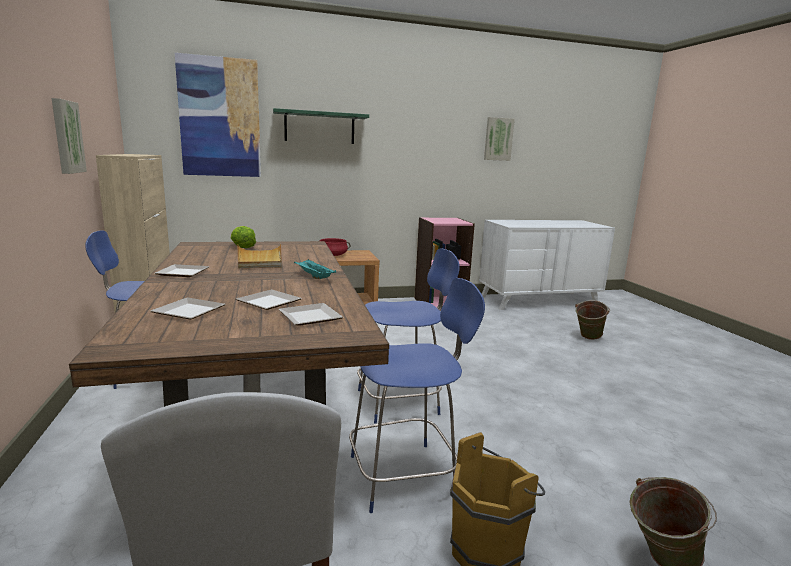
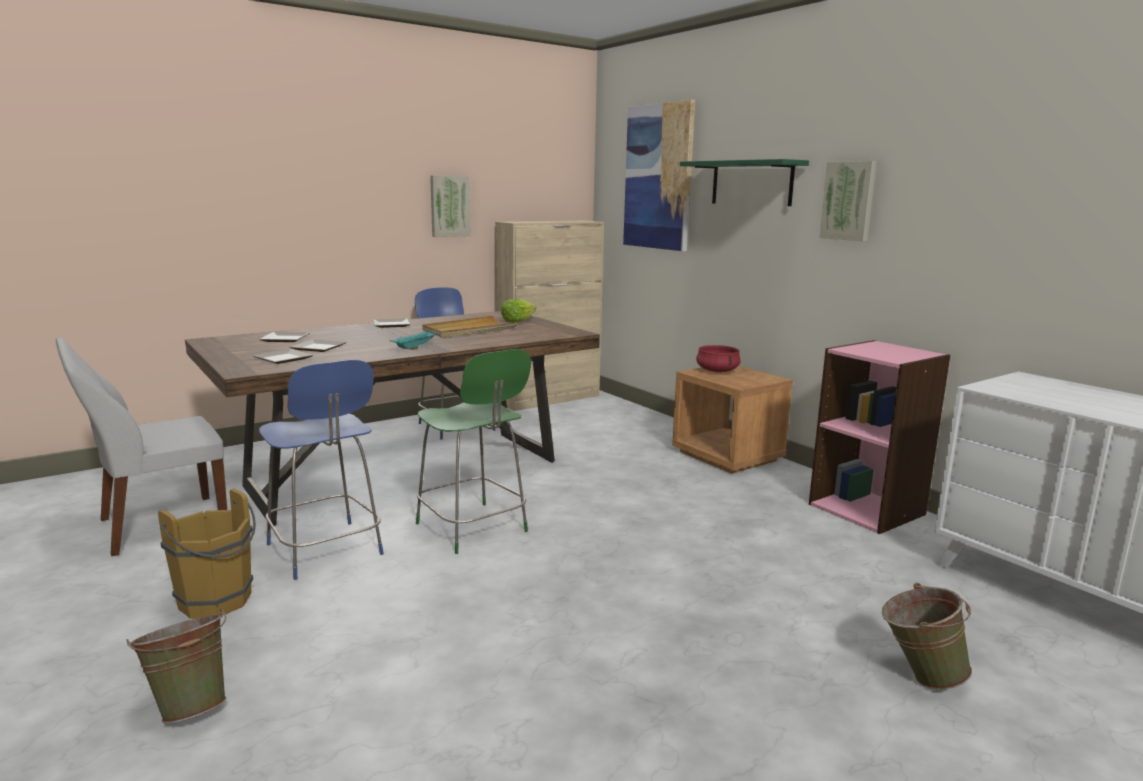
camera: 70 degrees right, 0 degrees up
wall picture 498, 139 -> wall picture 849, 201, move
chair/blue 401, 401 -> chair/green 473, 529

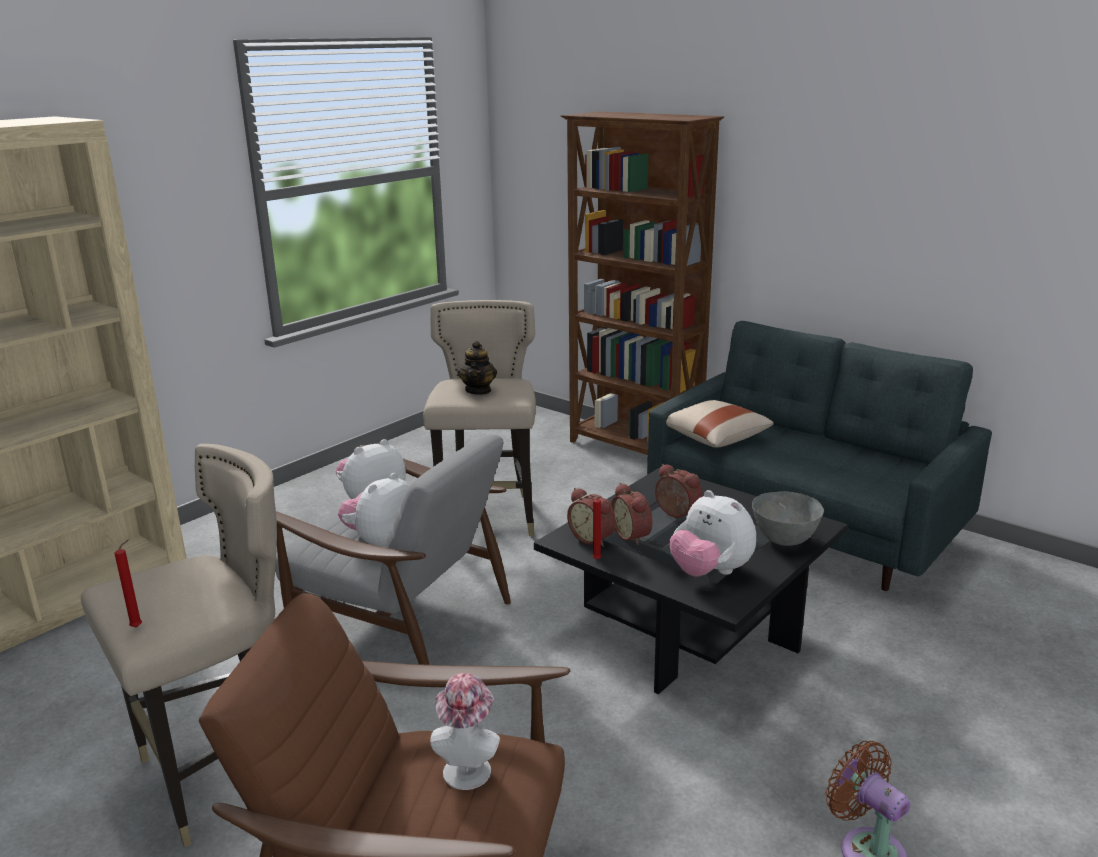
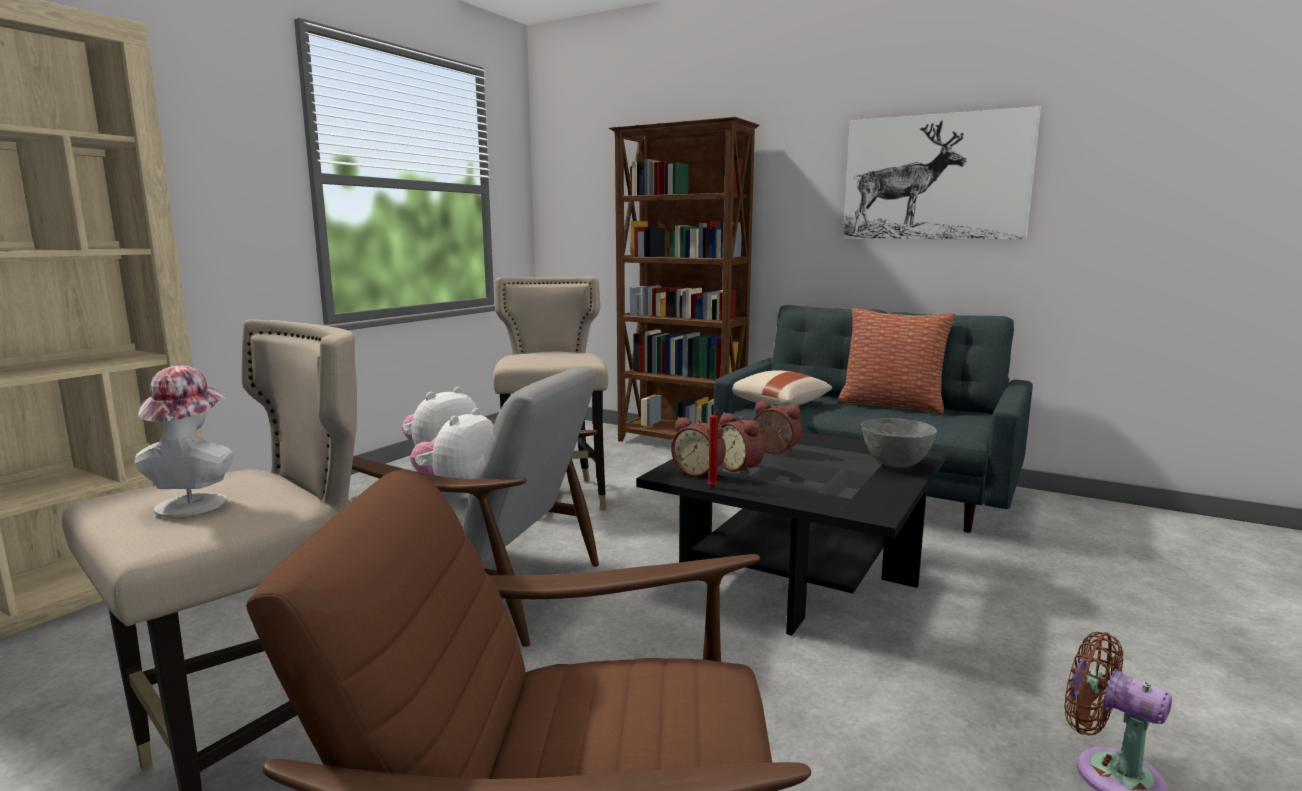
camera: 10 degrees left, 10 degrees down
wax light/red-coloured 138, 626 -> none
tea pot 478, 390 -> none
cuddly toy 710, 572 -> none
none -> throw pillow 892, 405
none -> wall picture 935, 177
wearable hat 468, 767 -> wearable hat 195, 502, move

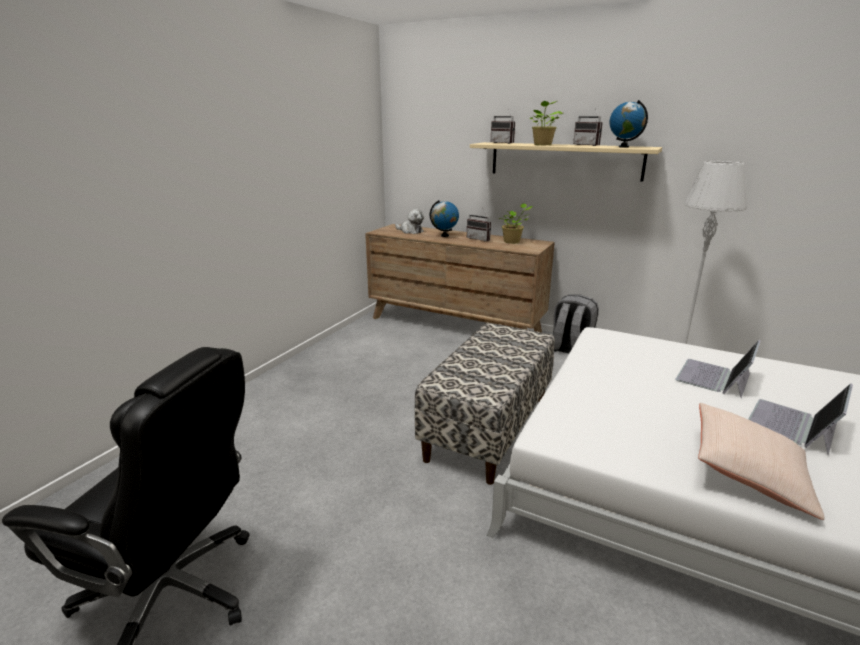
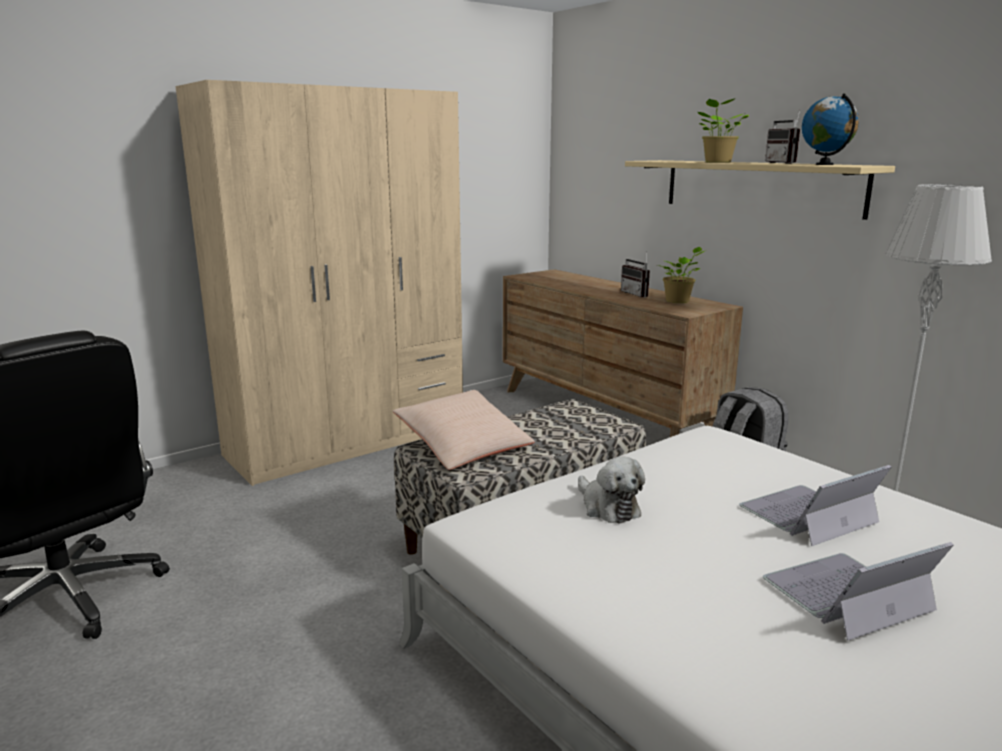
camera: 25 degrees right, 5 degrees down
globe 444, 235 -> none
radio 504, 143 -> none
none -> clothes cupboard/beige-coloured 348, 441
cuddly toy 410, 231 -> cuddly toy 608, 507, move
throw pillow/beige-coloured 748, 472 -> throw pillow/beige-coloured 463, 446, move

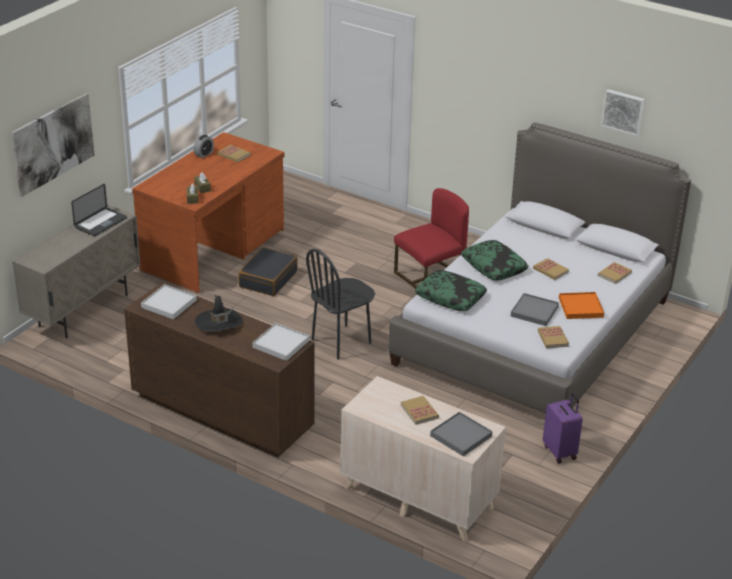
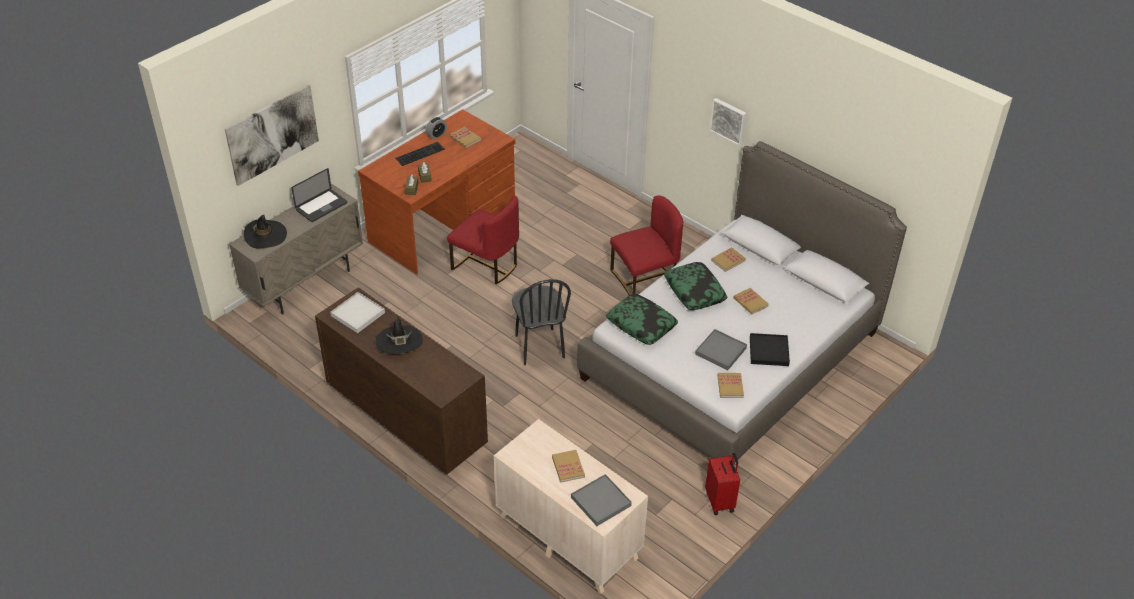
camera: 10 degrees right, 10 degrees up
tray/white 281, 344 -> none
none -> wearable hat/black-coloured 265, 235
none -> keyboard 420, 153
book 614, 274 -> book 728, 260, move
wall picture 623, 111 -> wall picture 729, 121, move
suitcase/black-coloured 268, 279 -> chair/red-coloured 486, 265
suitcase/purple 560, 452 -> suitcase/red-coloured 720, 501
tray/orange-coloured 580, 307 -> tray/black-coloured 768, 351
chair/black-coloured 341, 341 -> chair/black-coloured 539, 346, 75 degrees counterclockwise

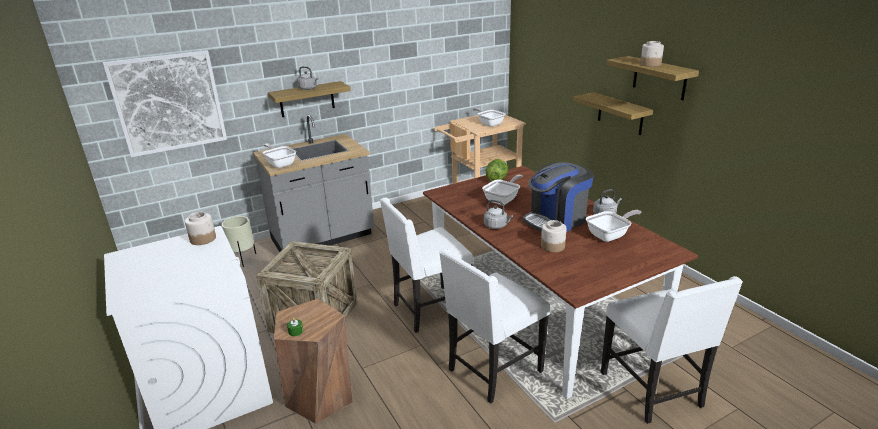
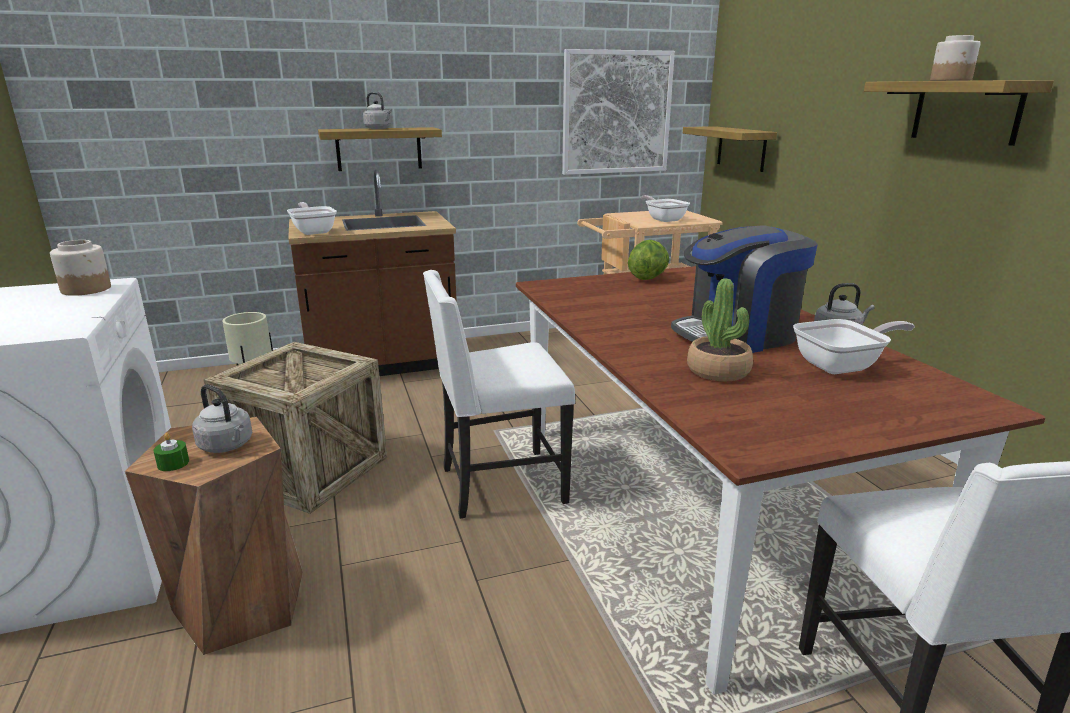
camera: 10 degrees right, 5 degrees down
chair/white 493, 371 -> none
frying pan 503, 200 -> none
wall picture 169, 103 -> wall picture 616, 113, move
kettle/grey 496, 226 -> kettle/grey 227, 446, move
wall shelf 620, 114 -> wall shelf 741, 148, move
storage jar 553, 246 -> houseplant 718, 371
counter/grey 323, 238 -> counter/brownish 382, 365

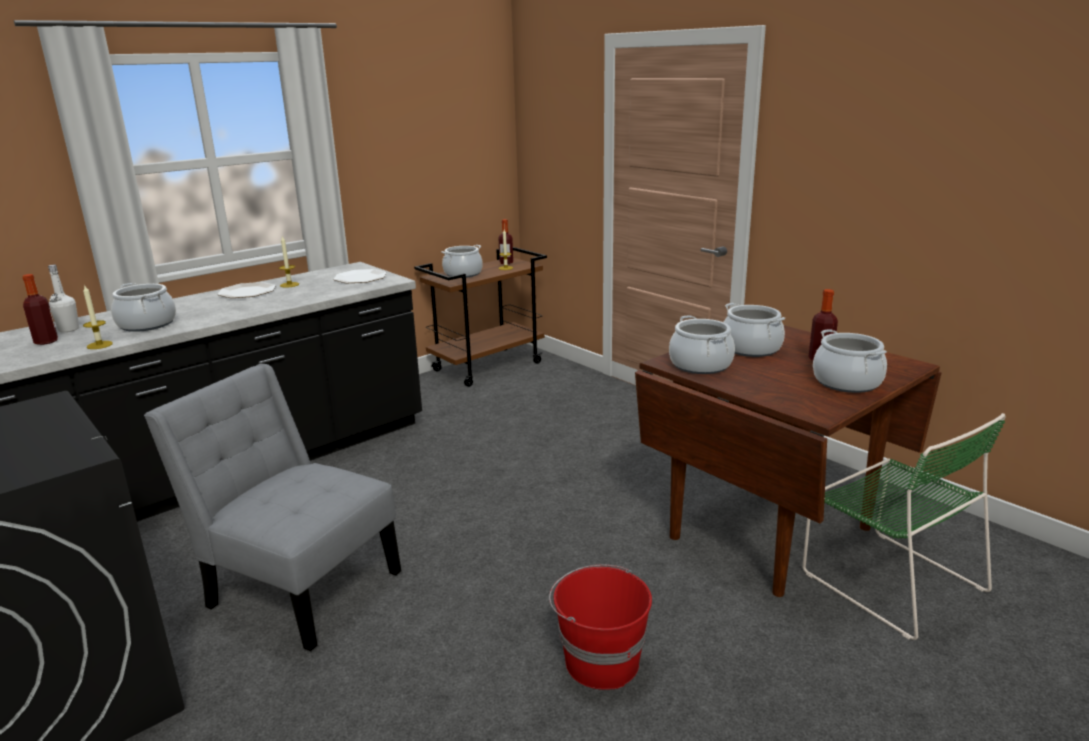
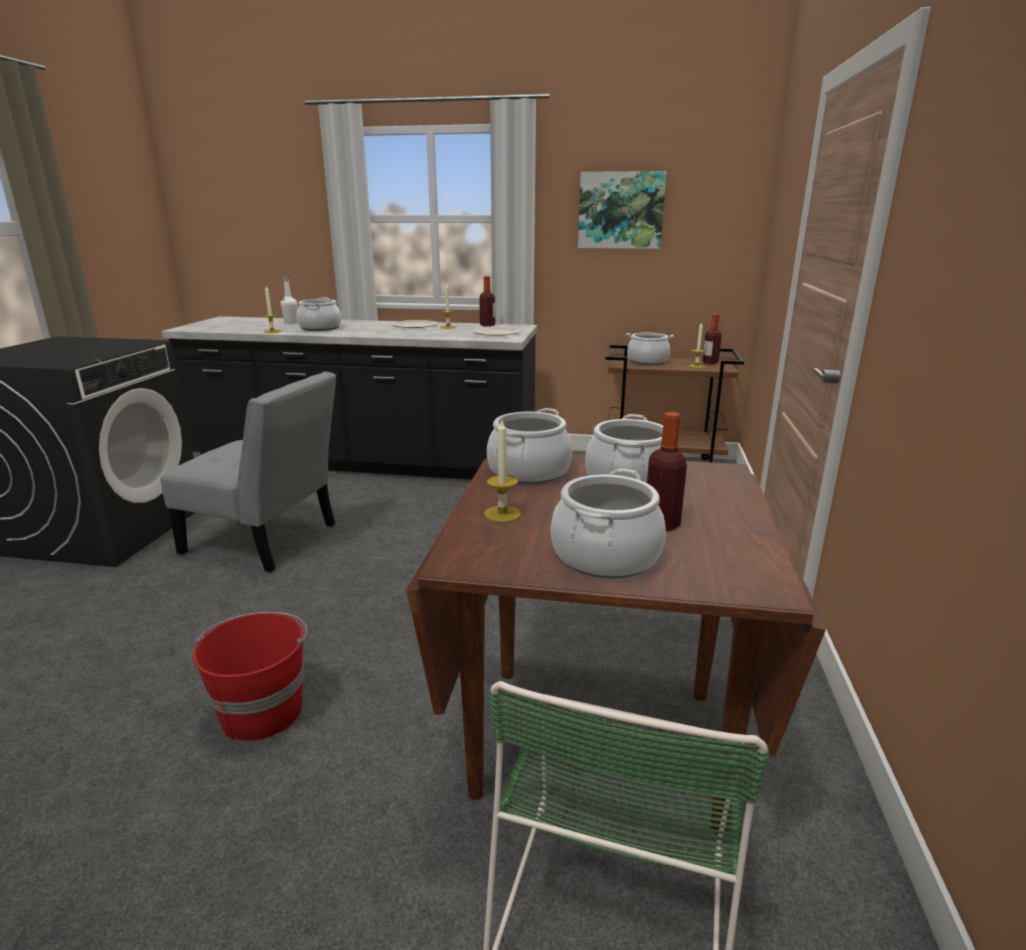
camera: 50 degrees right, 0 degrees up
none -> wax light 502, 514
none -> wall picture 621, 210
drink bottle 46, 341 -> drink bottle 487, 325, move
chair/grey 298, 585 -> chair/grey 267, 541, 120 degrees clockwise

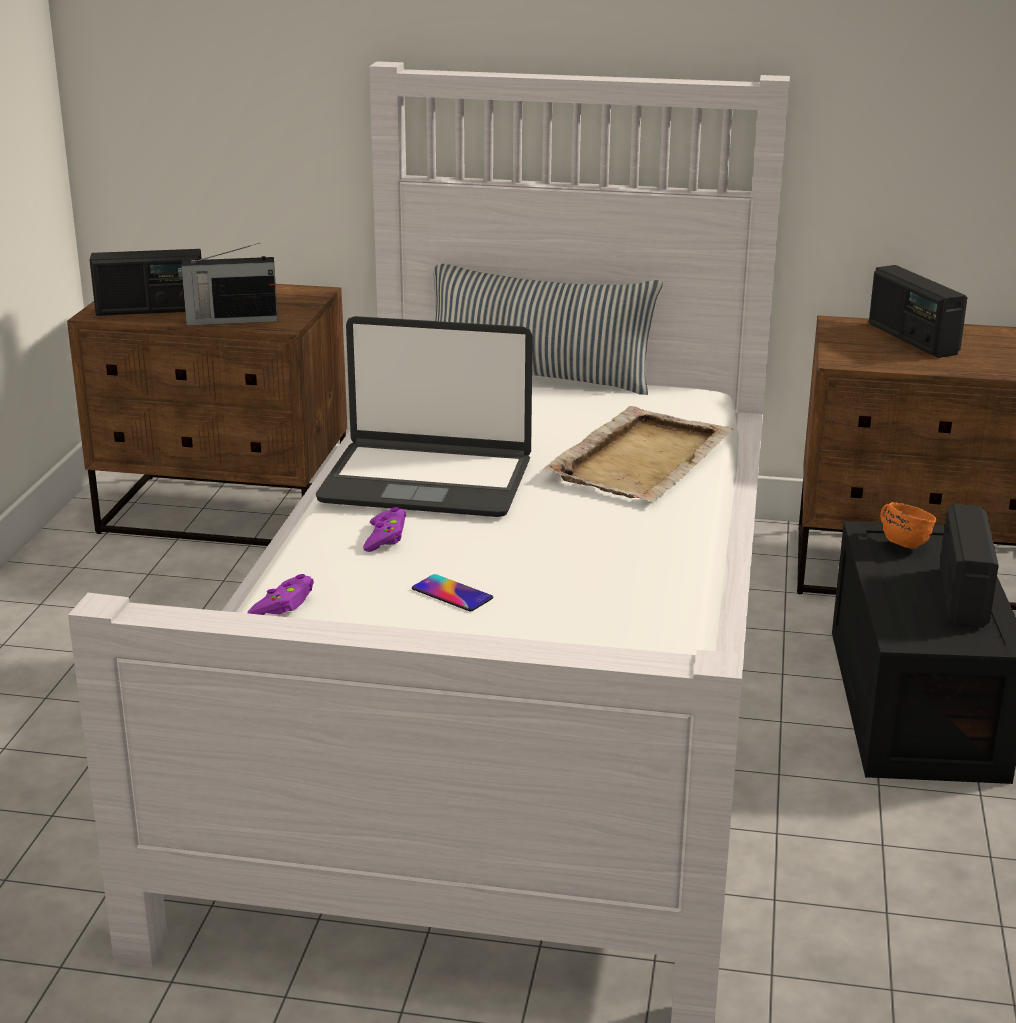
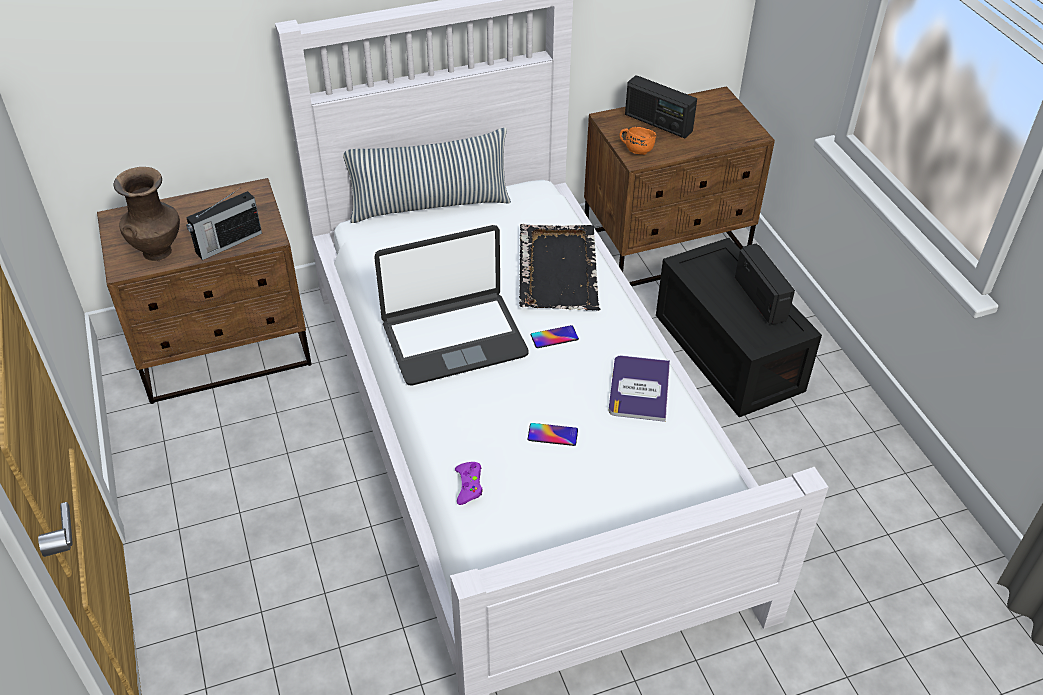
camera: 30 degrees left, 20 degrees up
joypad/purple 385, 537 -> none
none -> handset 554, 337
none -> book 639, 389
coffee mug/orange-coloured 902, 541 -> coffee mug/orange-coloured 636, 149, move
radio 151, 310 -> decorative vase/brownish 158, 250
tray/beige-coloured 641, 459 -> tray/black-coloured 558, 269

